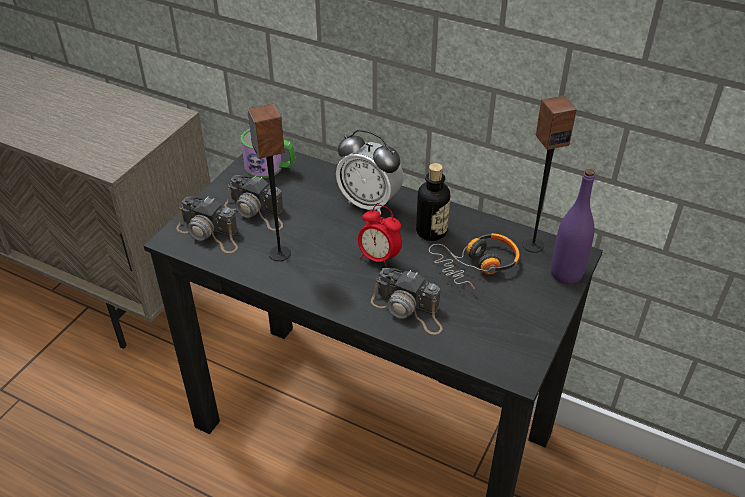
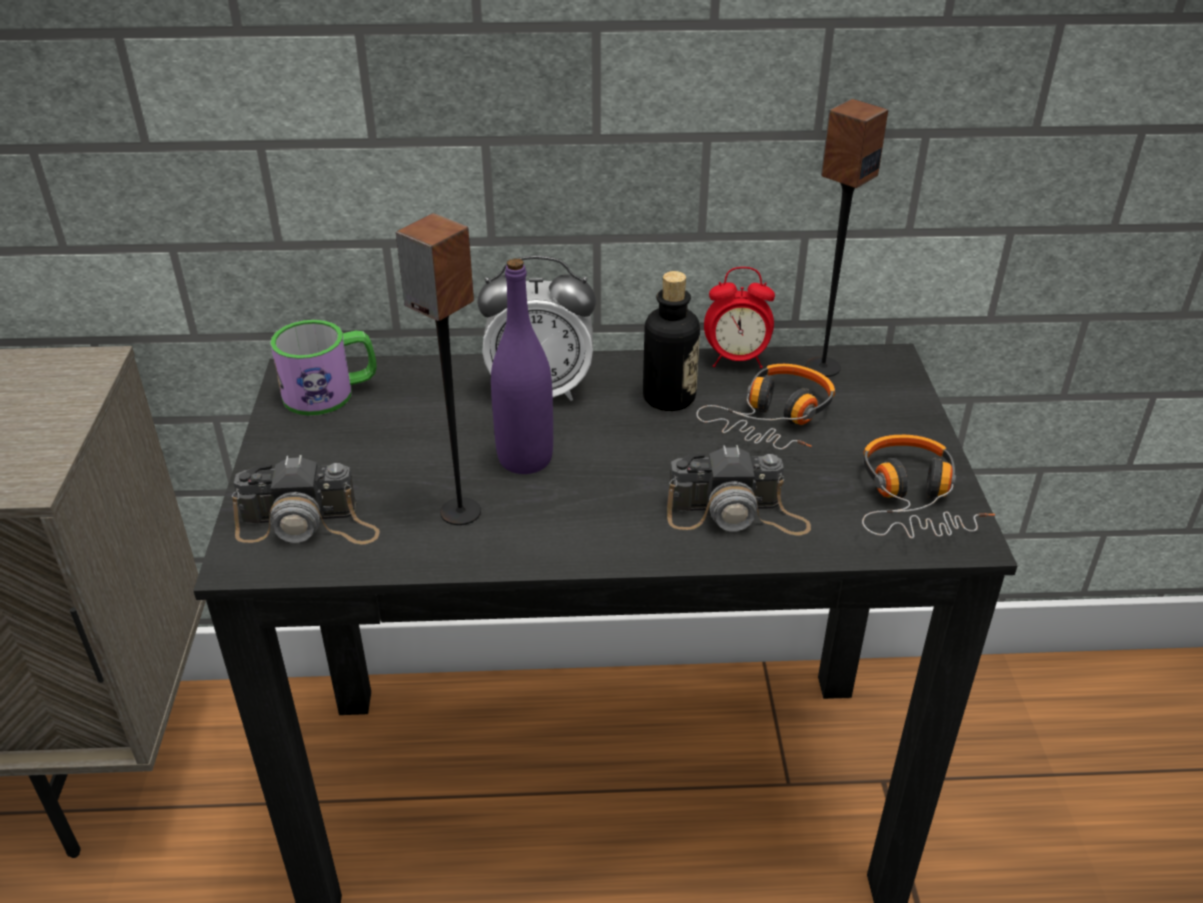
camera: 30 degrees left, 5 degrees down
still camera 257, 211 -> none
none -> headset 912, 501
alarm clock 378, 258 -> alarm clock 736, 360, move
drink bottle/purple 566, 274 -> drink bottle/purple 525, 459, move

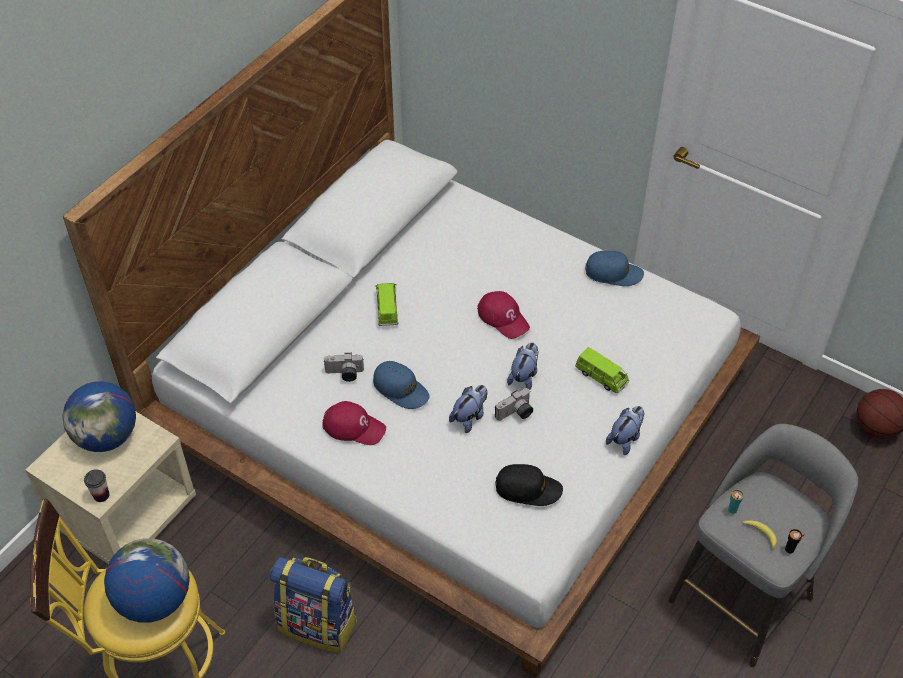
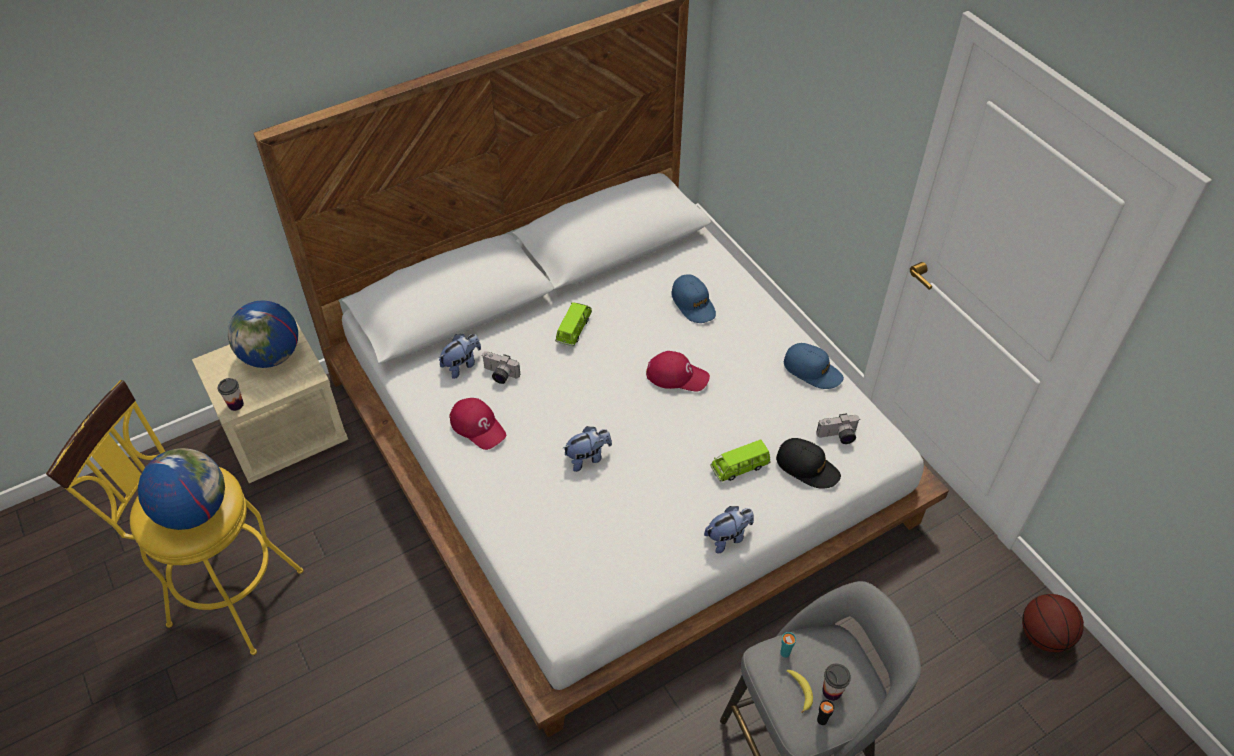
camera: 25 degrees right, 0 degrees up
backpack 319, 624 -> none
none -> cup 831, 691
cap/blue 401, 389 -> cap/blue 693, 304, move
still camera 515, 414 -> still camera 838, 437, move
cap/black-coloured 528, 489 -> cap/black-coloured 807, 467, move
cuddly toy 524, 376 -> cuddly toy 462, 365, move
cap/red-coloured 503, 317 -> cap/red-coloured 677, 375, 60 degrees counterclockwise
toy car/green 601, 377 -> toy car/green 739, 467, 90 degrees clockwise

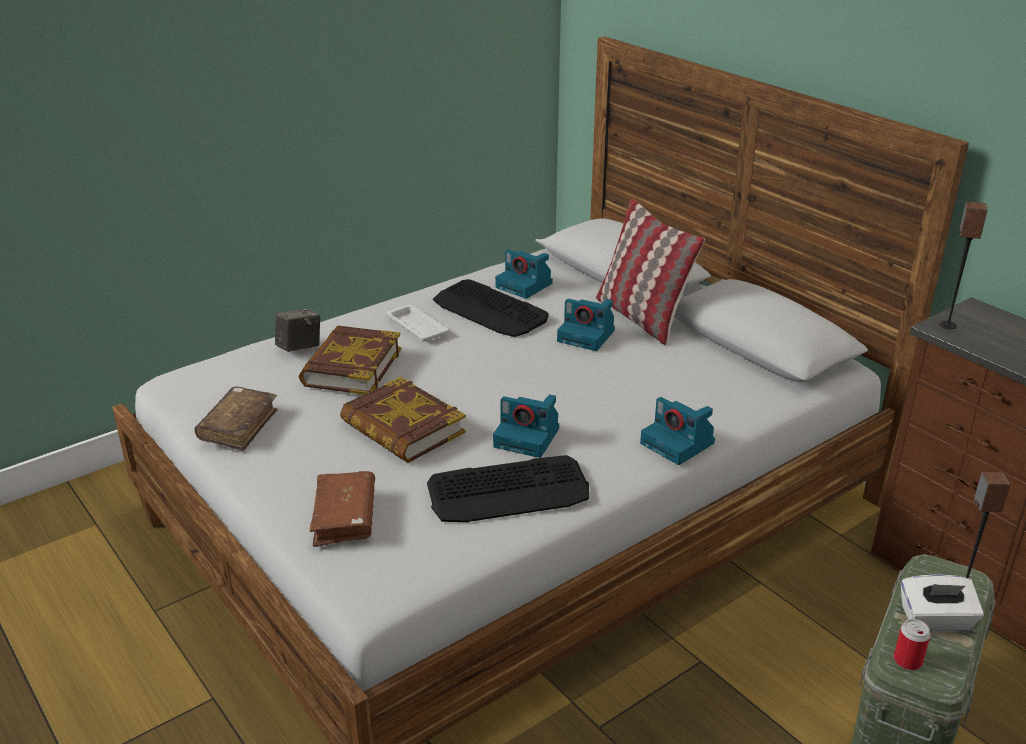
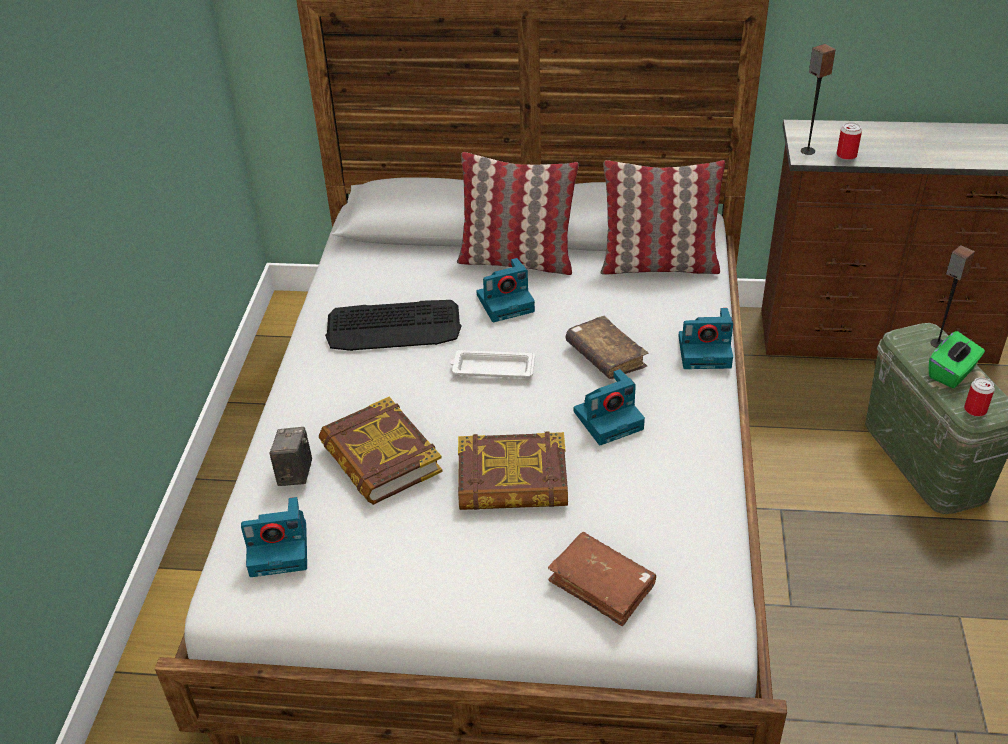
camera: 45 degrees left, 10 degrees up
keyboard 509, 491 -> none
none -> throw pillow 658, 265
none -> can 846, 155
book/brownish 238, 427 -> book/brownish 605, 356, move
tray/white 416, 326 -> tray/white 492, 368, move
still camera 525, 285 -> still camera 280, 548, move
tissue holder/white 935, 621 -> tissue holder/green 952, 373

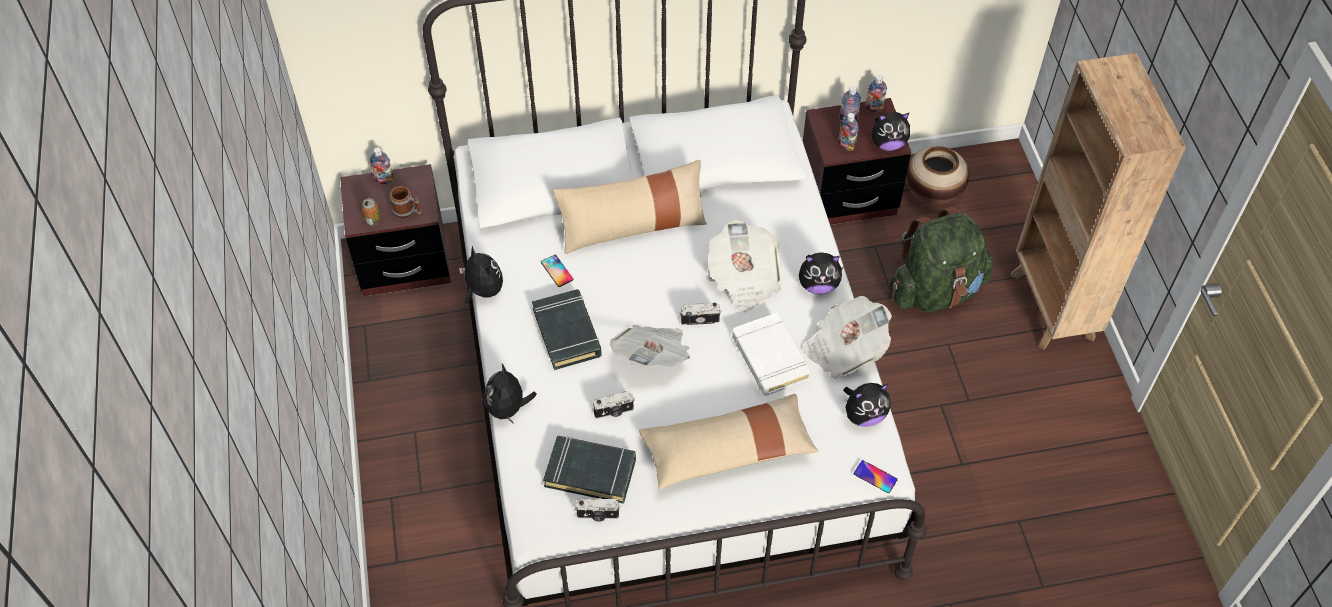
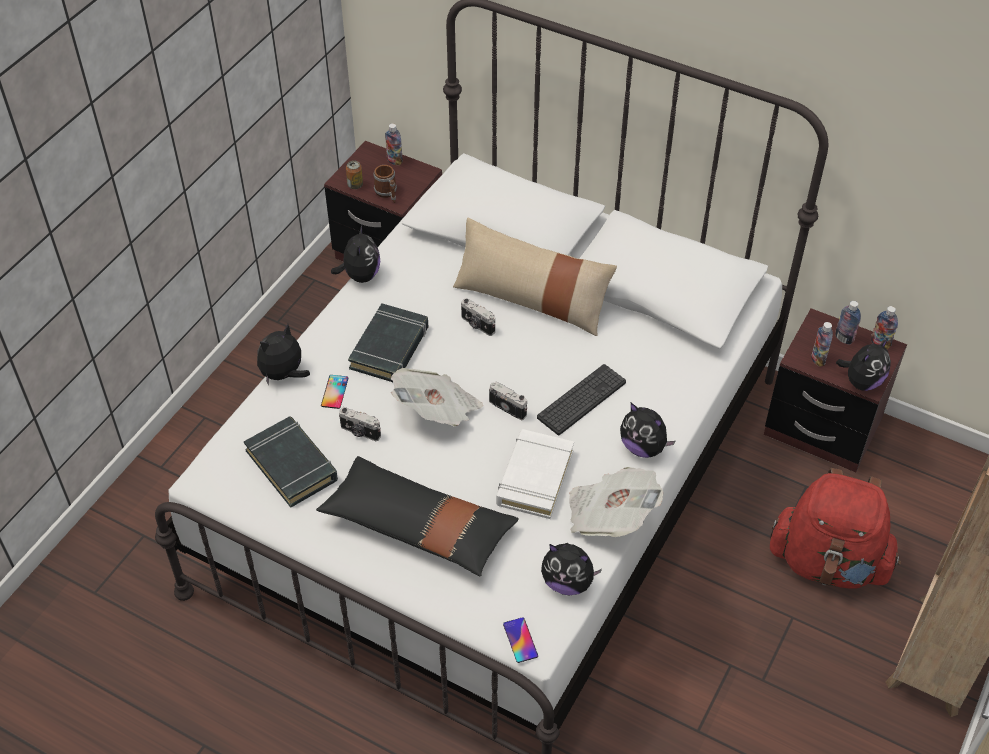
camera: 40 degrees right, 5 degrees down
decorative vase 933, 193 -> none
handset 557, 271 -> handset 334, 392, move
still camera 598, 515 -> still camera 477, 325, move
daily paper 744, 279 -> keyboard 581, 400
throw pillow/beige-coloured 728, 450 -> throw pillow/black-coloured 418, 527
backpack/green 936, 290 -> backpack/red-coloured 828, 563
cuddly toy 888, 144 -> cuddly toy 862, 381, 75 degrees counterclockwise

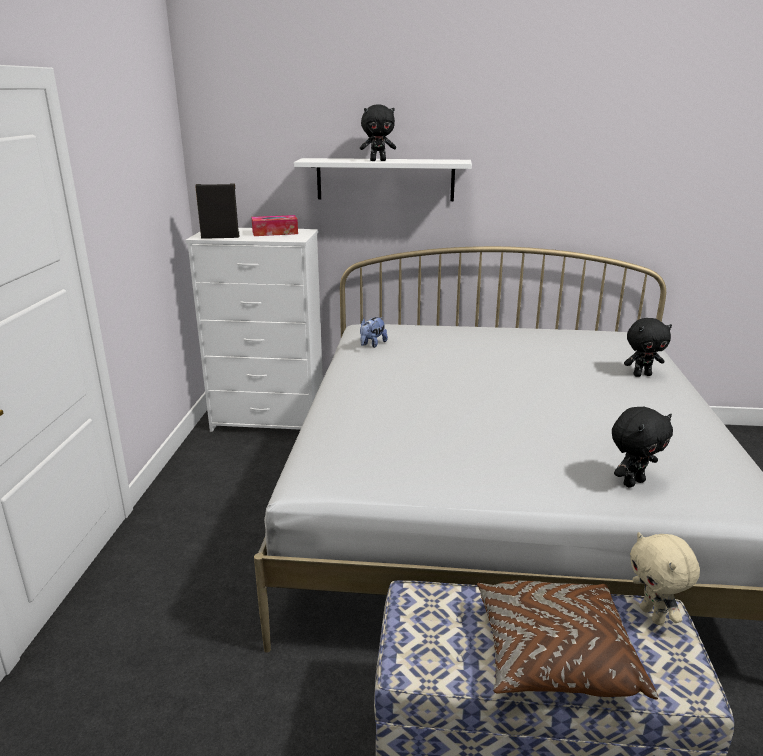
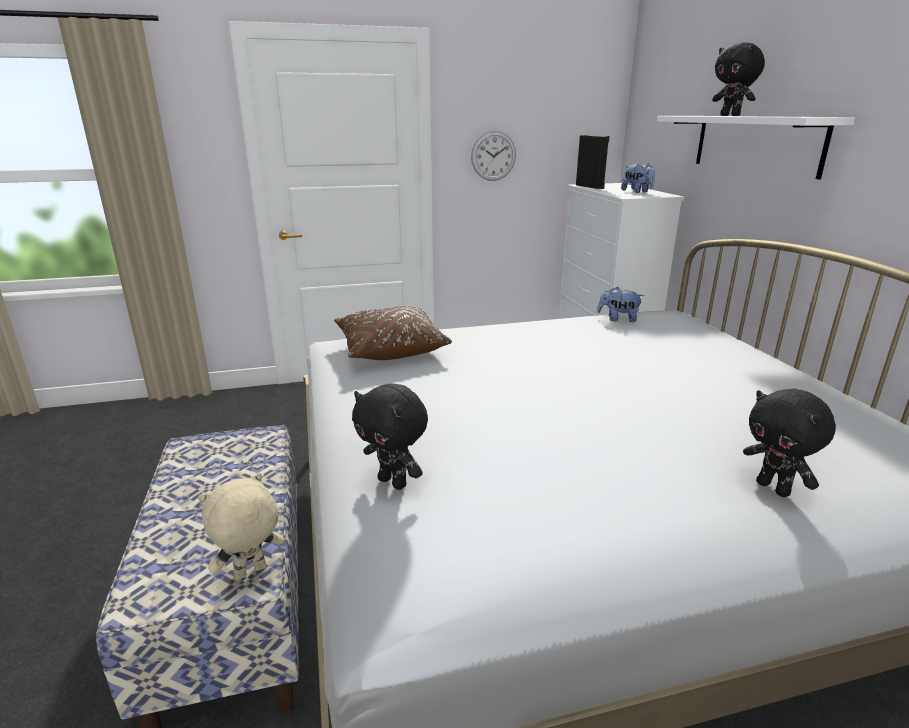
camera: 70 degrees right, 0 degrees up
none -> wall clock 493, 156
throw pillow/brownish 554, 656 -> throw pillow/brownish 390, 349, move
tissue holder 275, 233 -> cuddly toy 637, 192

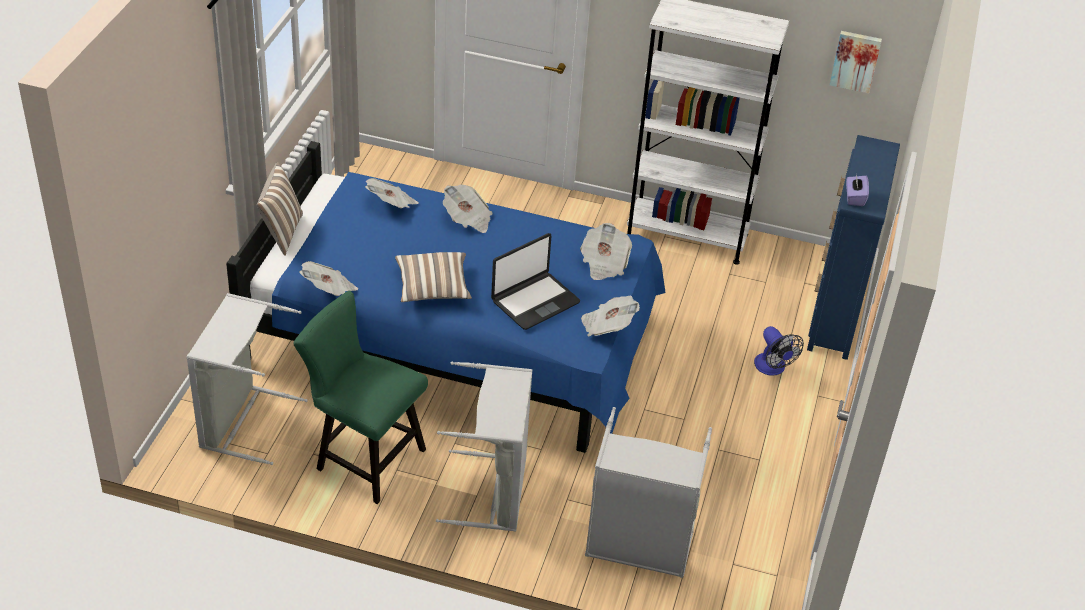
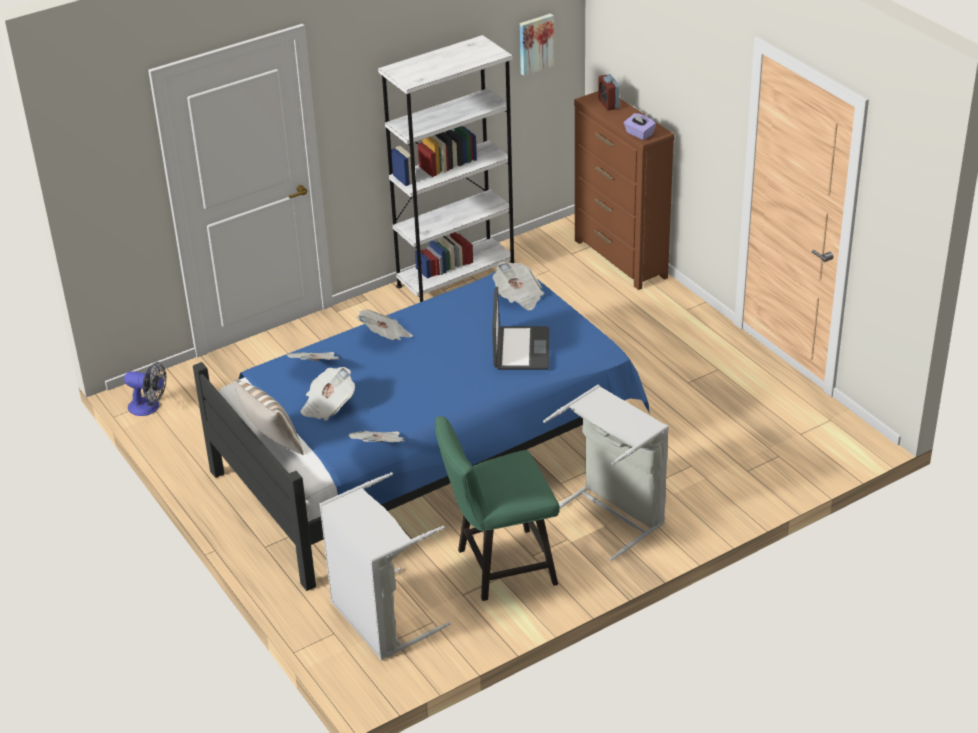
camera: 45 degrees left, 5 degrees down
throw pillow 433, 288 -> none
washing basket/grey 638, 546 -> none
none -> alarm clock 608, 104
daily paper 607, 326 -> daily paper 328, 406, move
cooling fan 772, 368 -> cooling fan 149, 407, move
chest of drawers/blue 835, 316 -> chest of drawers/brownish 620, 259

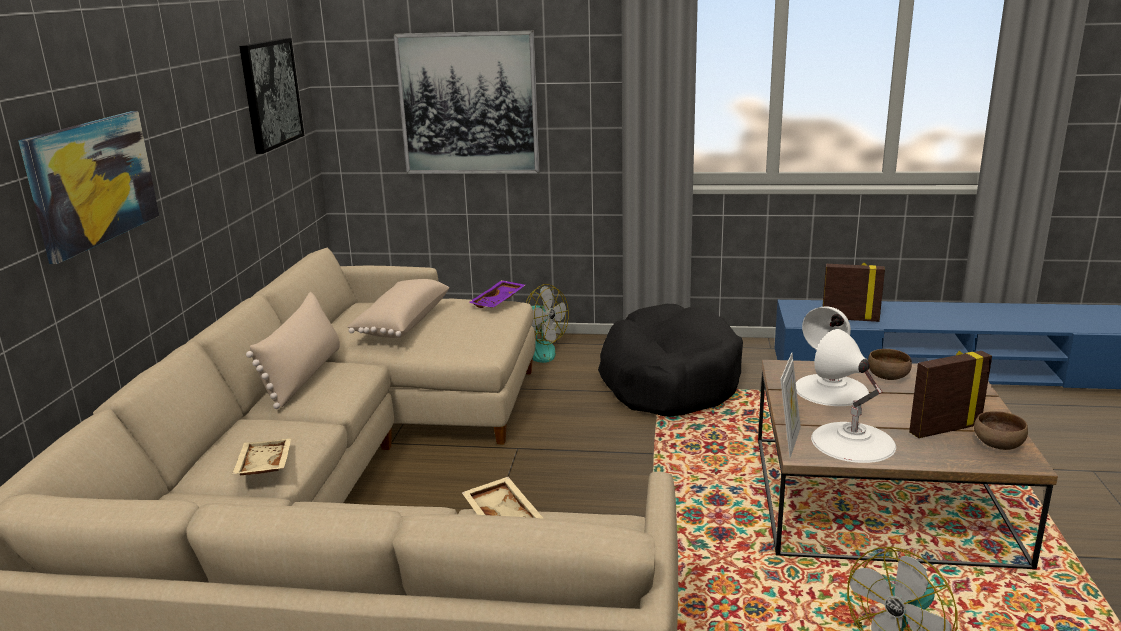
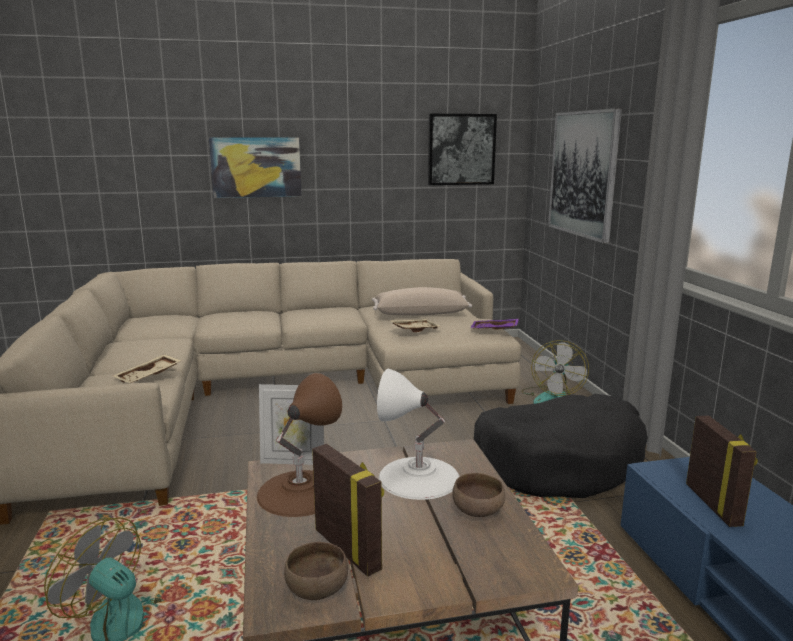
camera: 70 degrees right, 5 degrees down
throw pillow/beige-coloured 304, 376 -> none
tray/beige-coloured 263, 466 -> tray/beige-coloured 414, 329, move
tabletop lamp/white 852, 441 -> tabletop lamp/brownish 300, 492

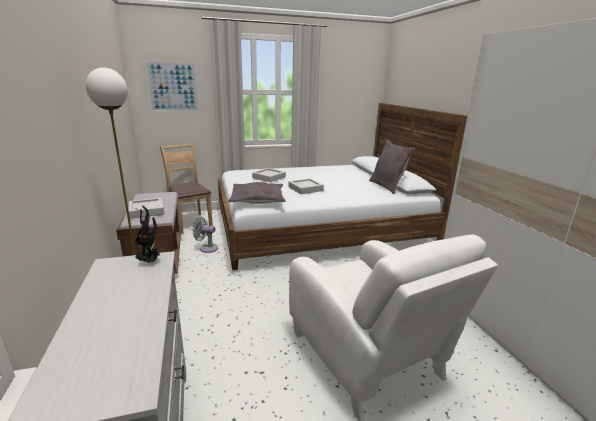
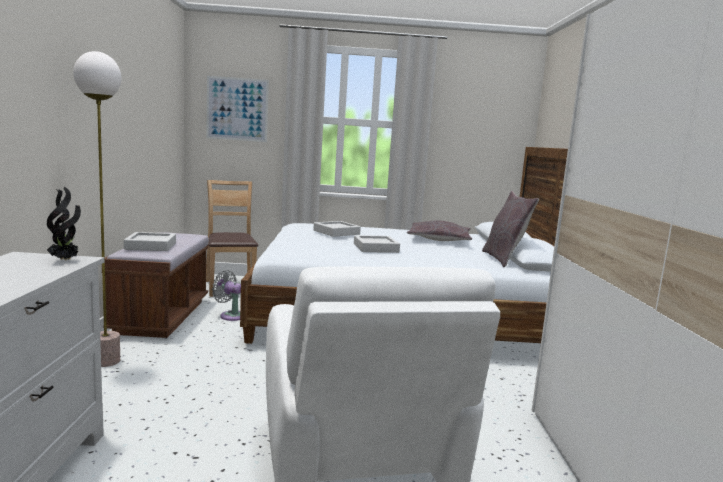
camera: 15 degrees right, 10 degrees down
throw pillow/grey 257, 200 -> throw pillow/grey 439, 240, move

